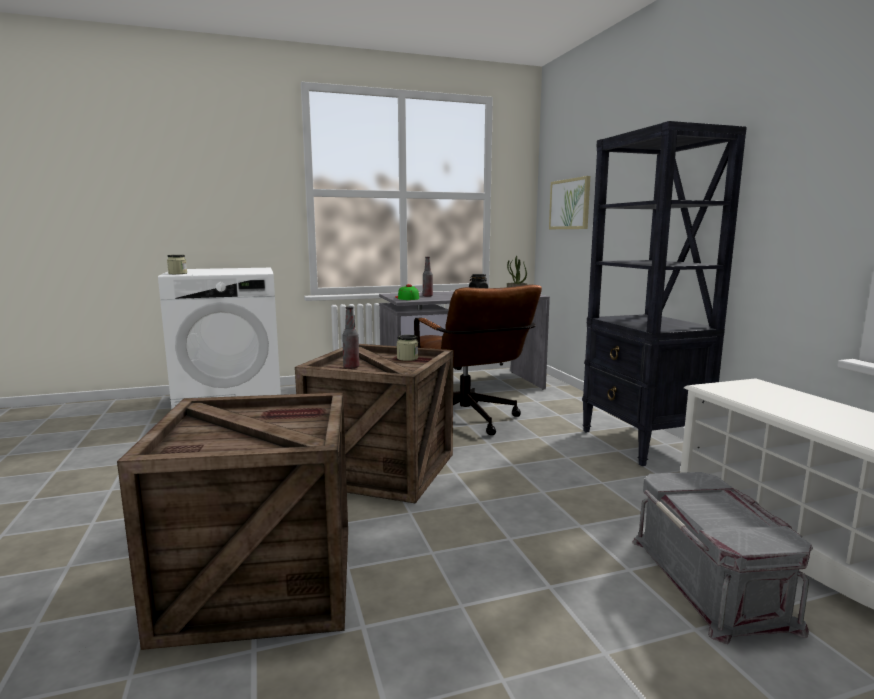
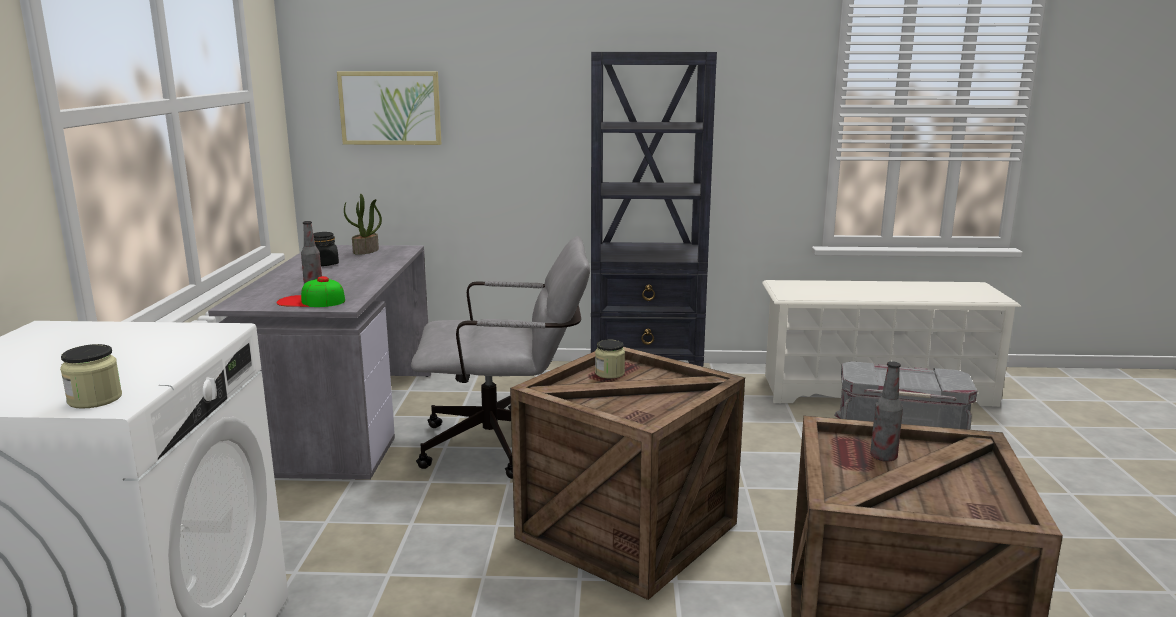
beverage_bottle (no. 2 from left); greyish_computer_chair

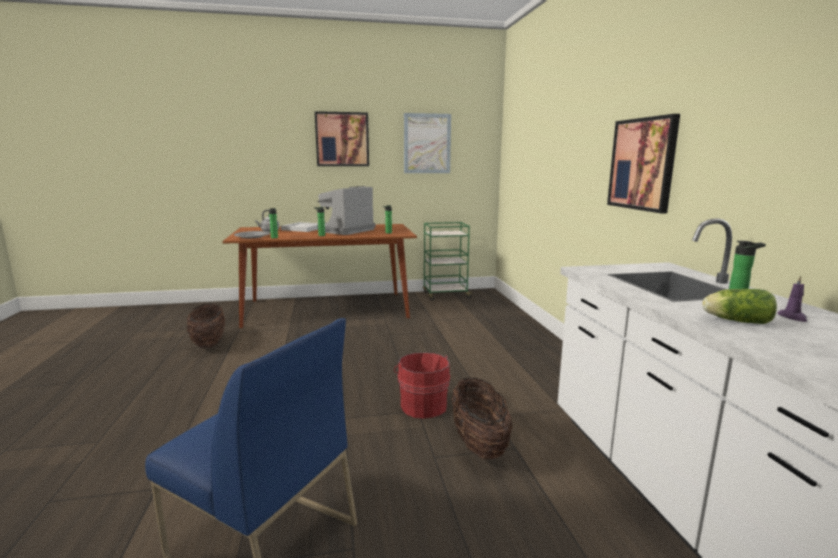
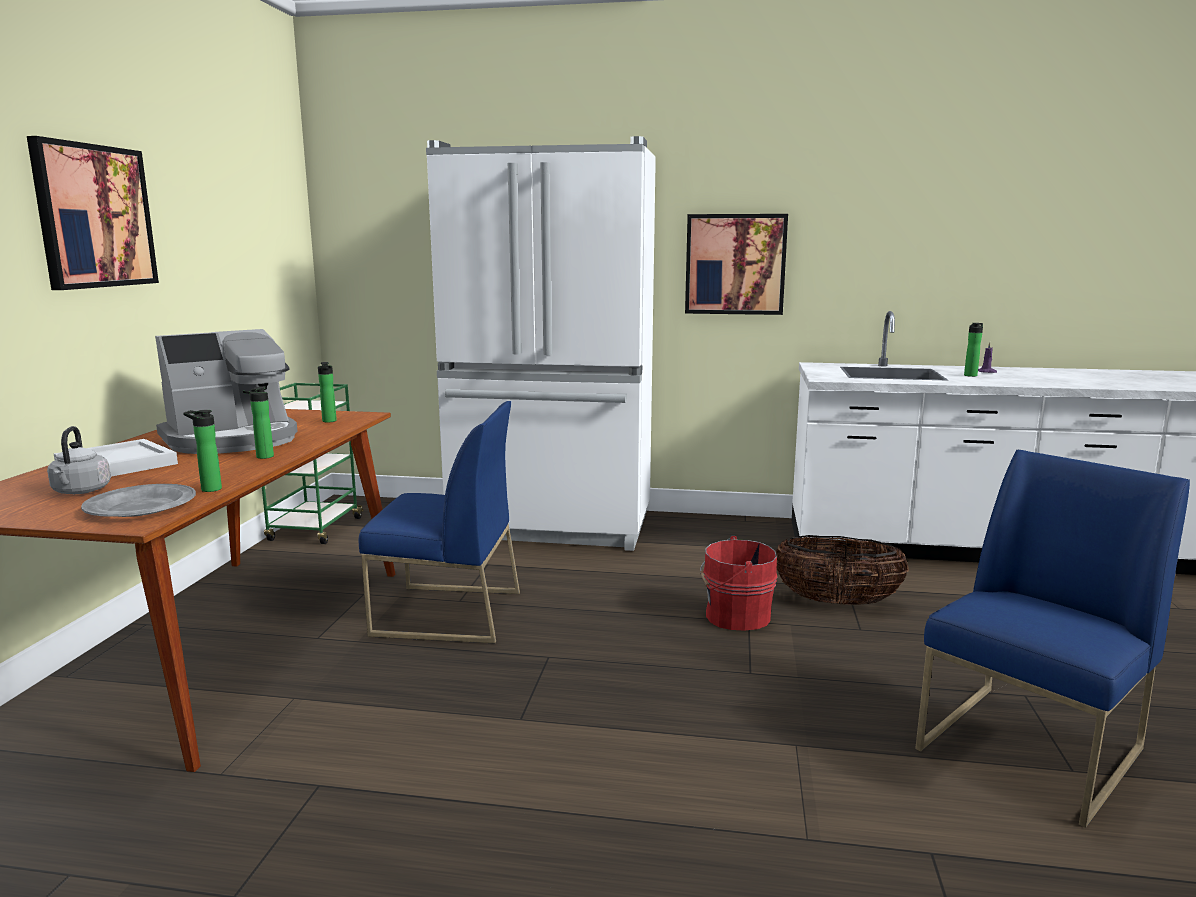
household_basket (no. 1 from left in the first image); picture (no. 2 from left in the first image); lettuce_head; blue_chair (no. 1 from left); white_refrigerator; coffee_brewer

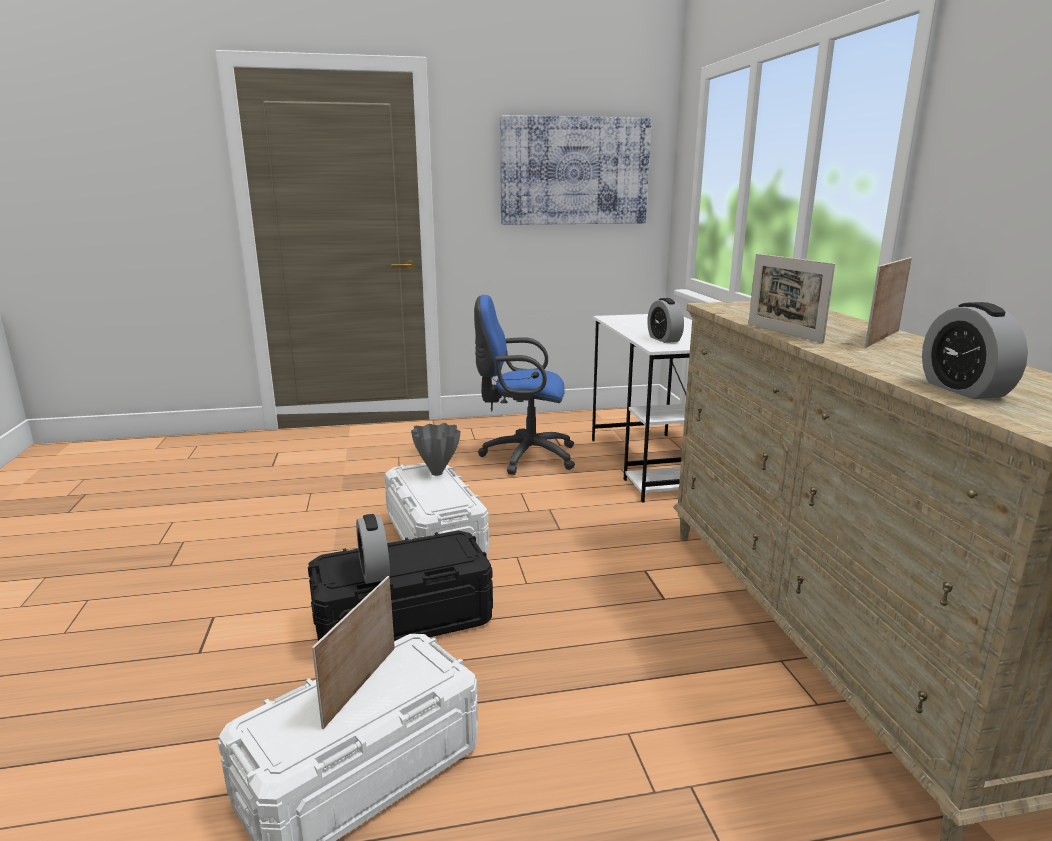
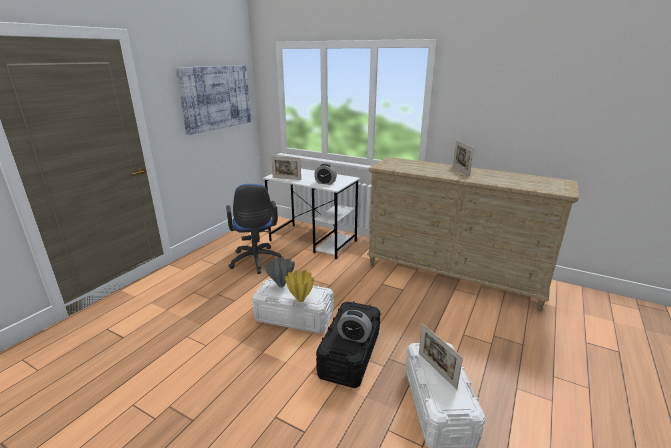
bedside_clock (no. 3 from left in the first image); yellow-coloured_vase; photo_frame (no. 1 from left); blue_computer_chair

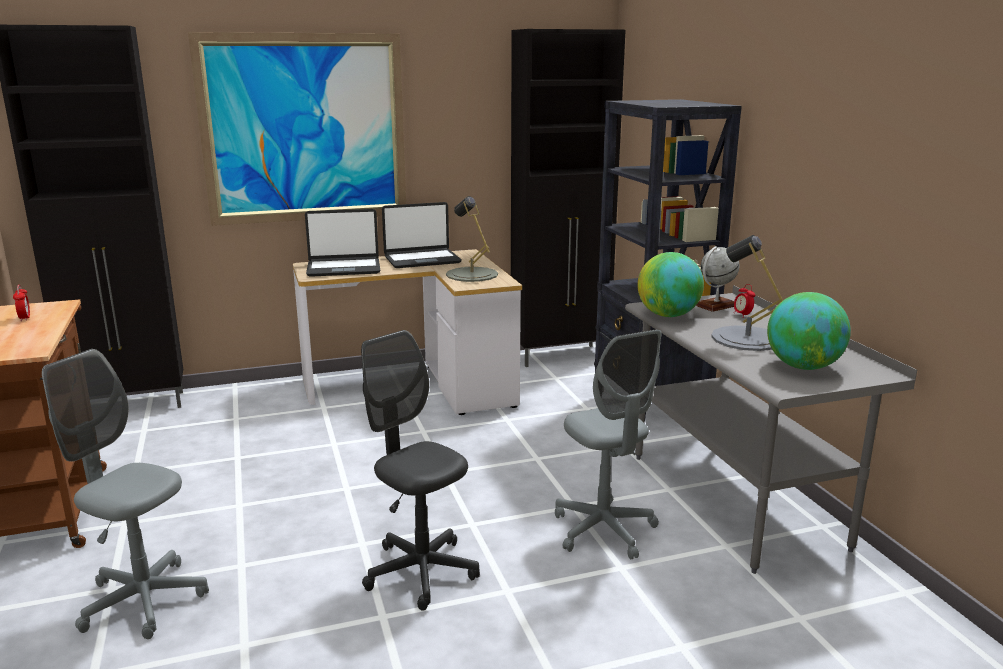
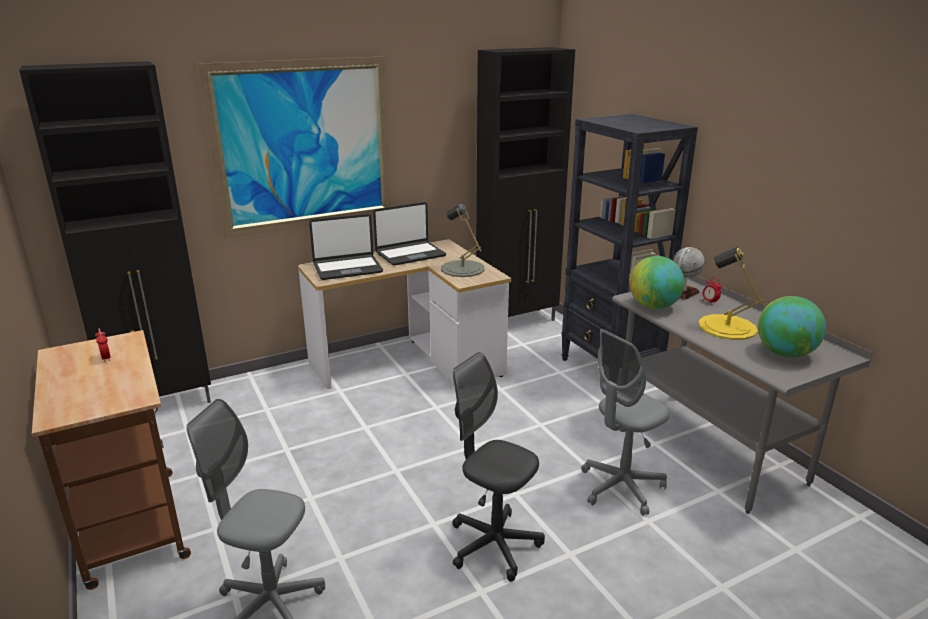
yellow-coloured_table_lamp; greyish_computer_chair (no. 3 from left)

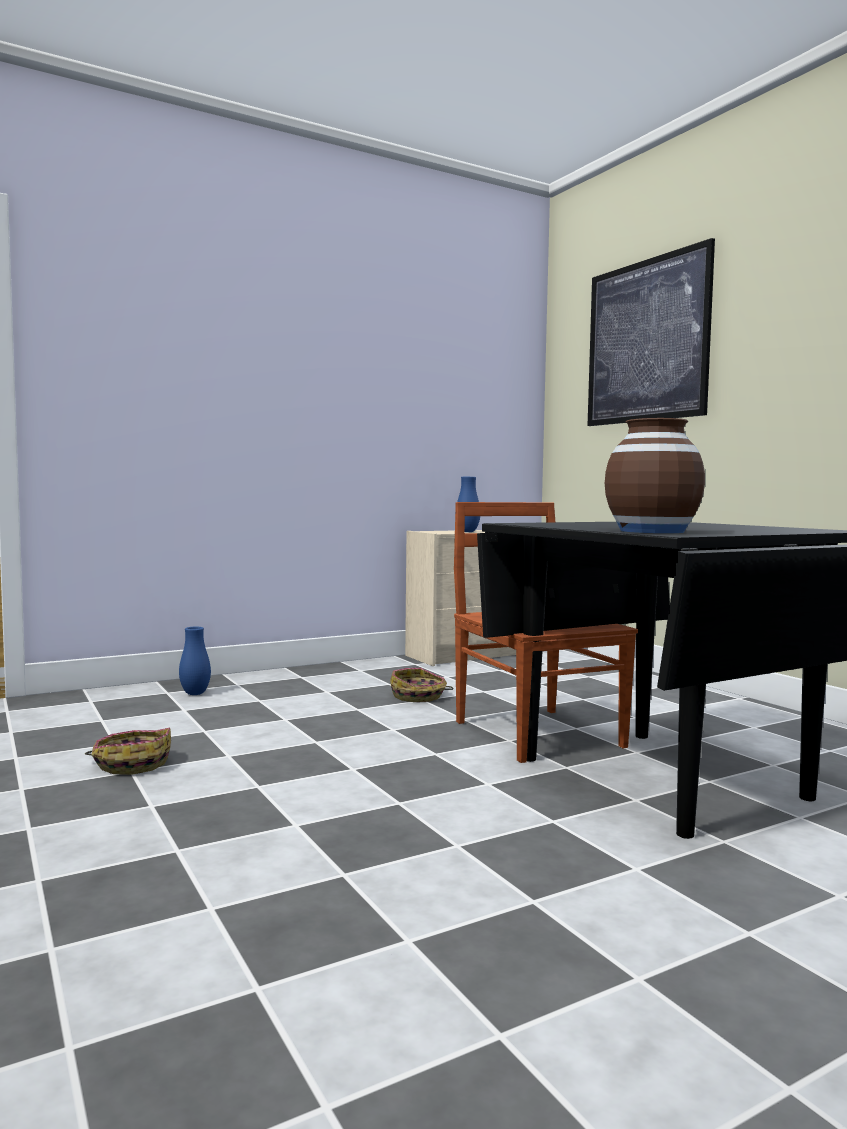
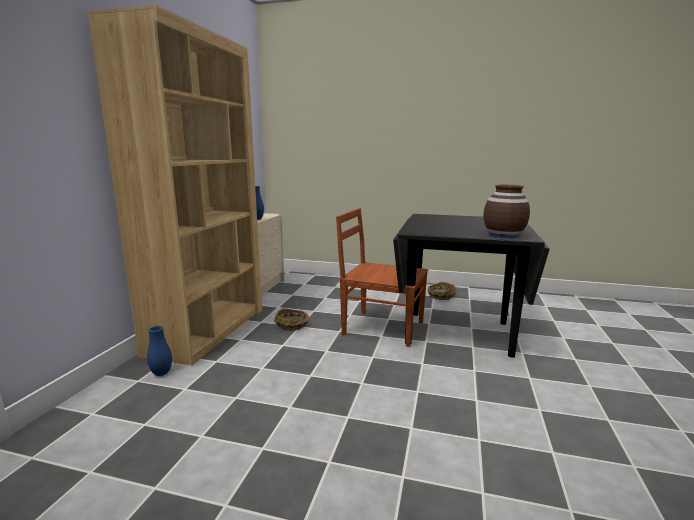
picture; brown_bookshelf; household_basket (no. 2 from left)

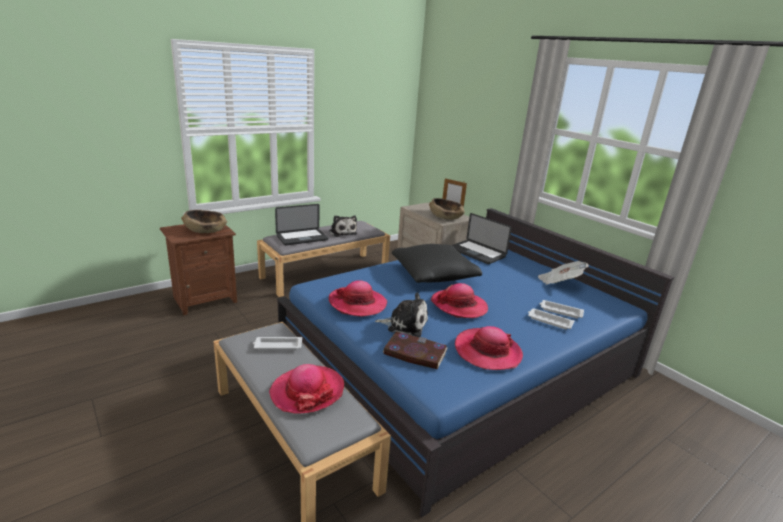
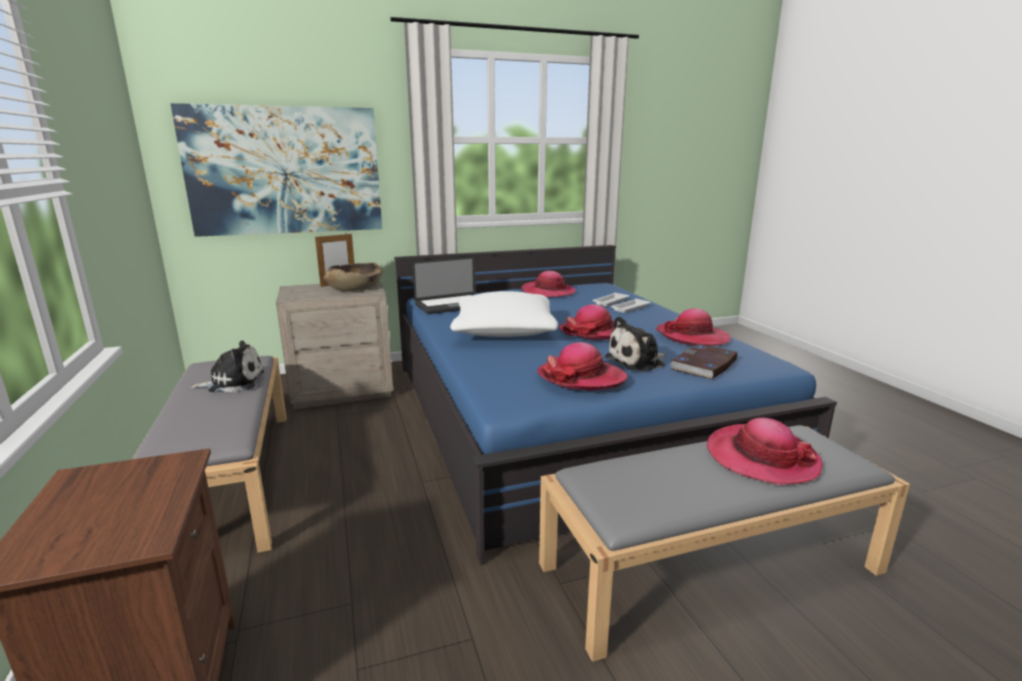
brown_bowl (no. 1 from left in the first image); white_serving_tray (no. 1 from left in the first image); laptop (no. 1 from left in the first image); picture; hat (no. 1 from left); white_cushion; soft_toy (no. 2 from left)

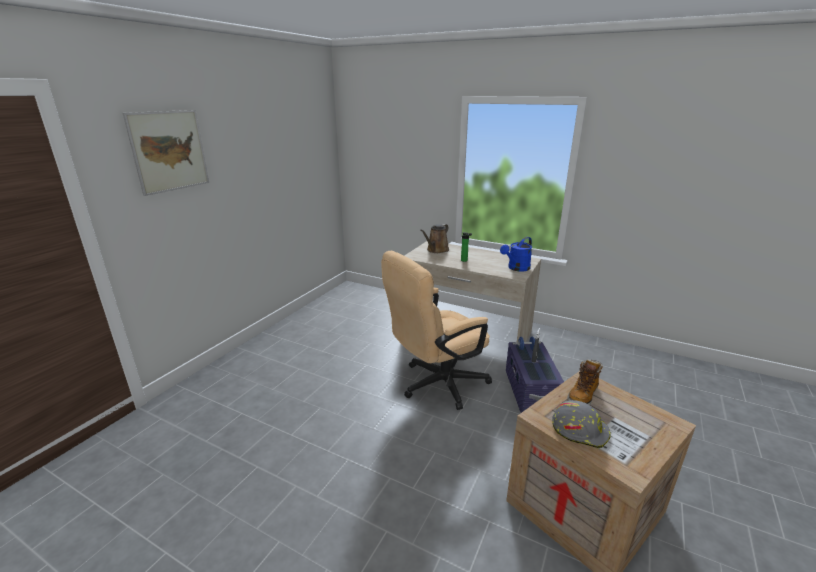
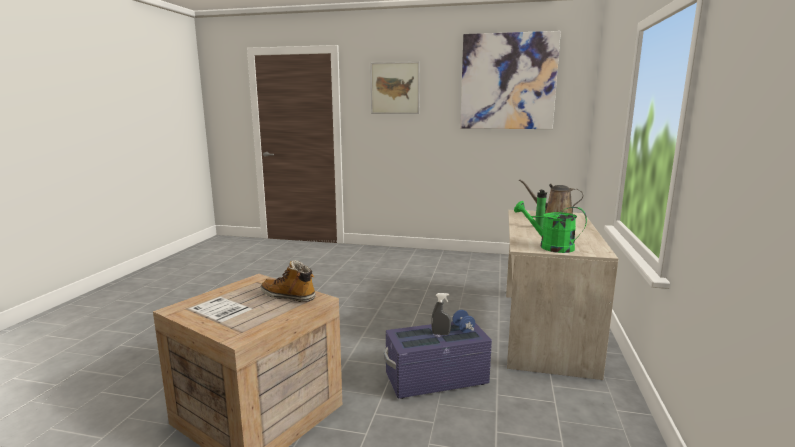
beige_computer_chair; greyish_hard_hat; picture (no. 2 from left); green-coloured_watering_can

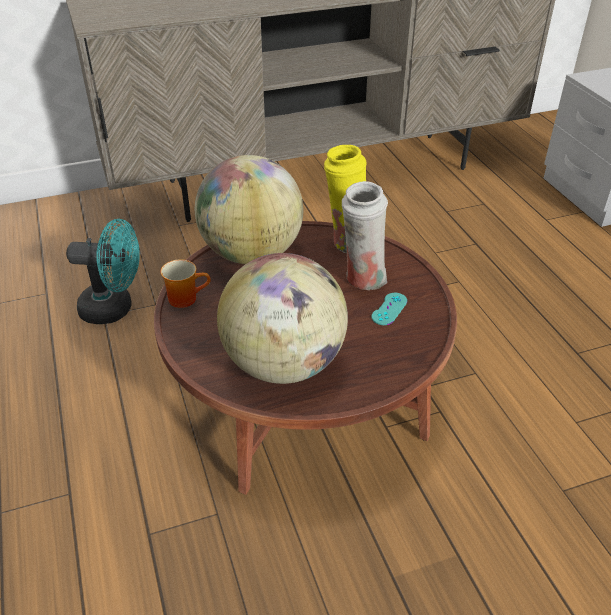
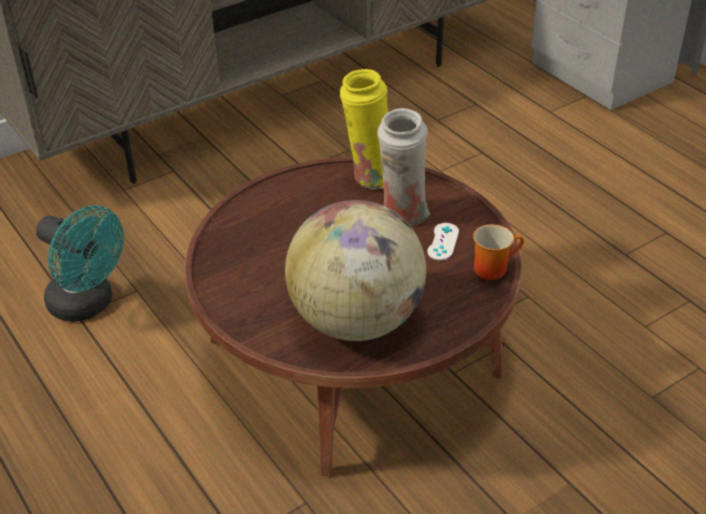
world_globe (no. 1 from left in the first image); tea_mug; white_joypad; turquoise_electric_fan

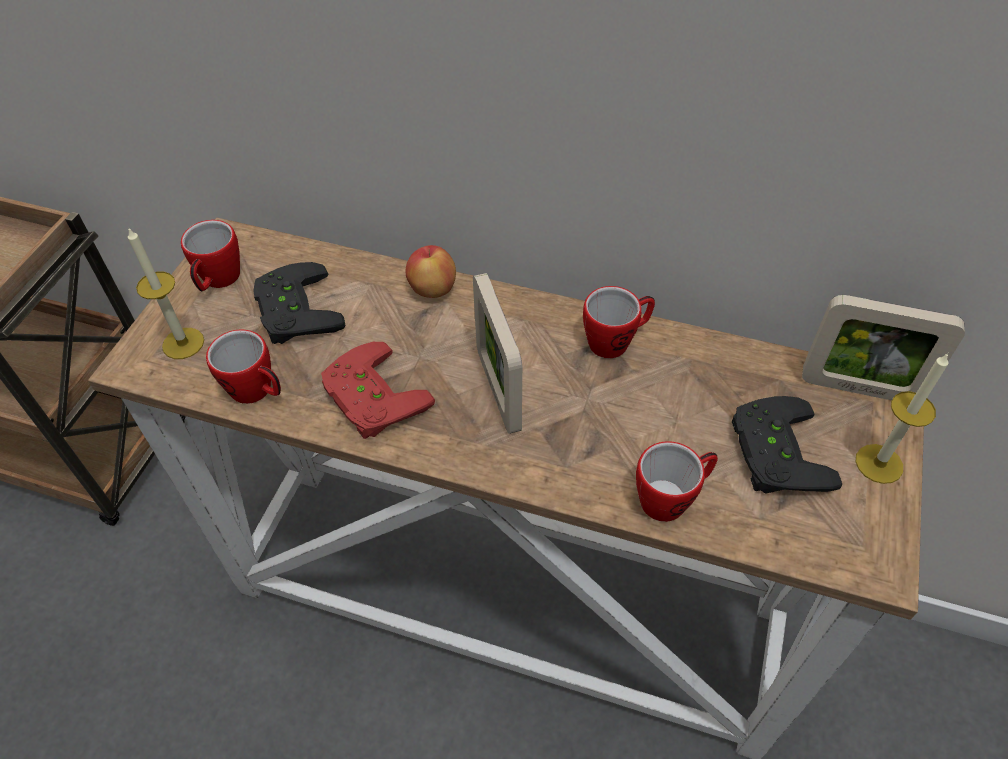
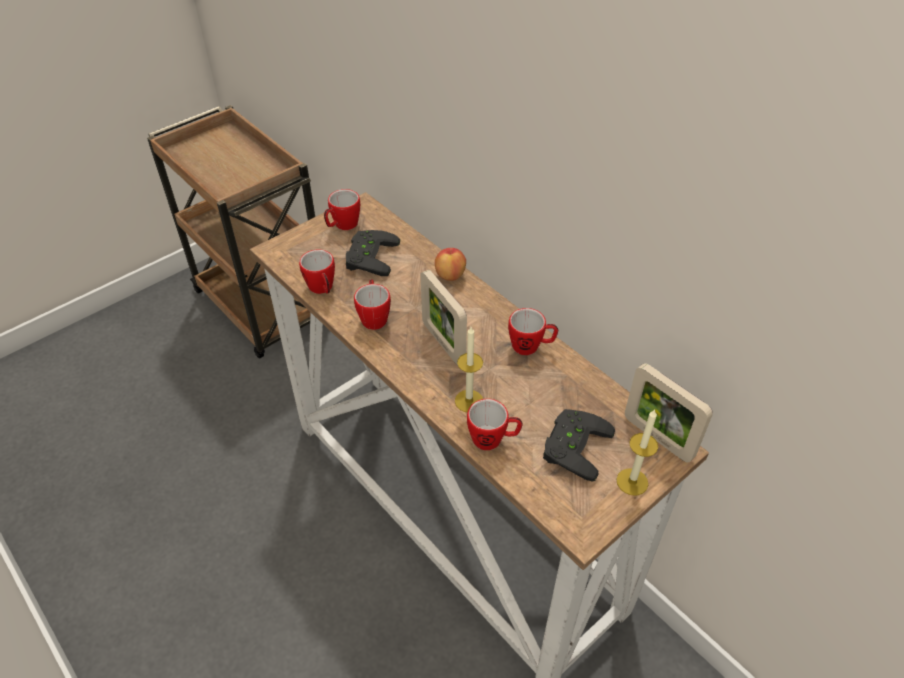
wax_candle (no. 1 from left); tea_mug (no. 3 from left); photo_frame (no. 1 from left)

